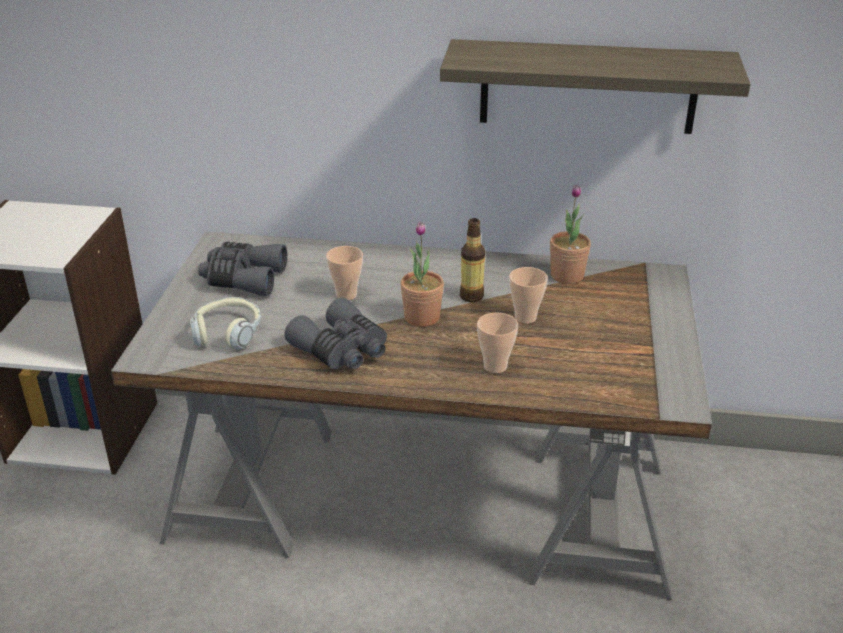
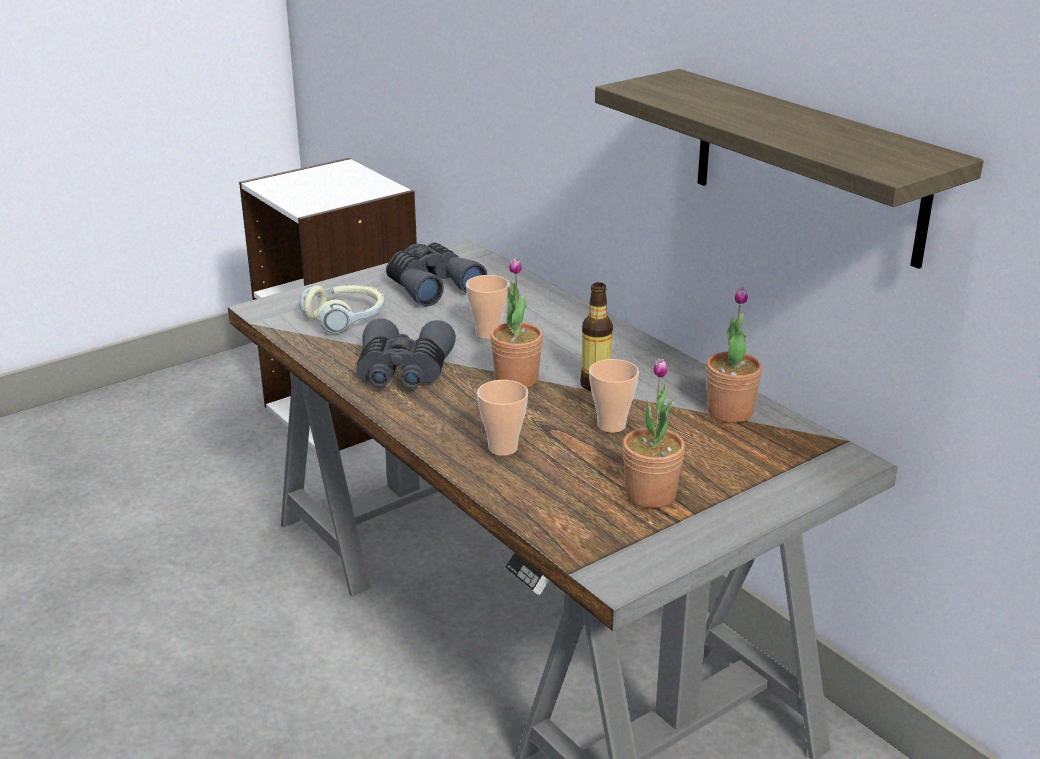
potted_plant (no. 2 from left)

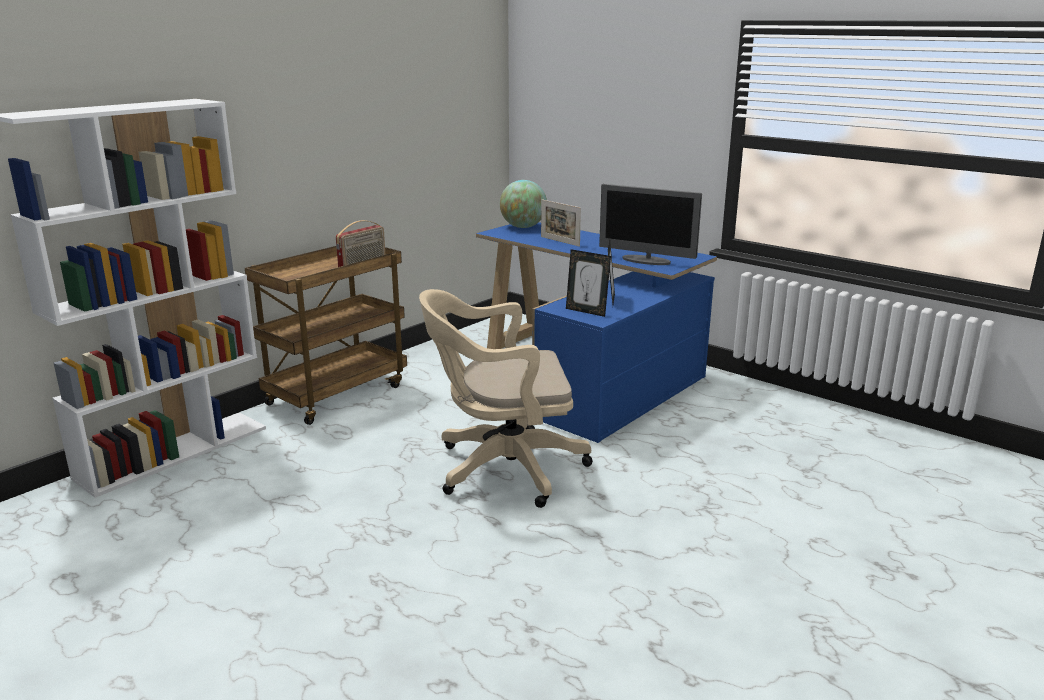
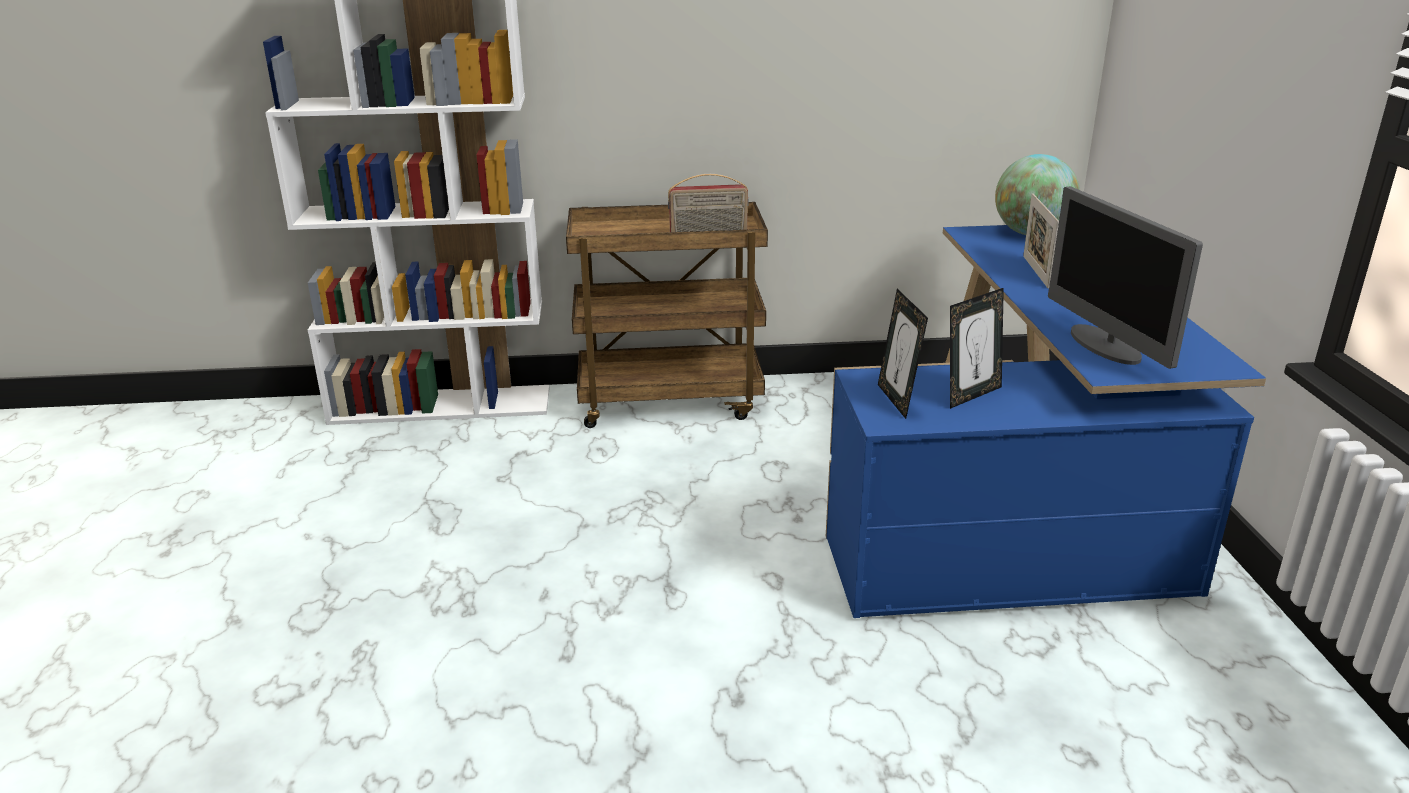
beige_computer_chair

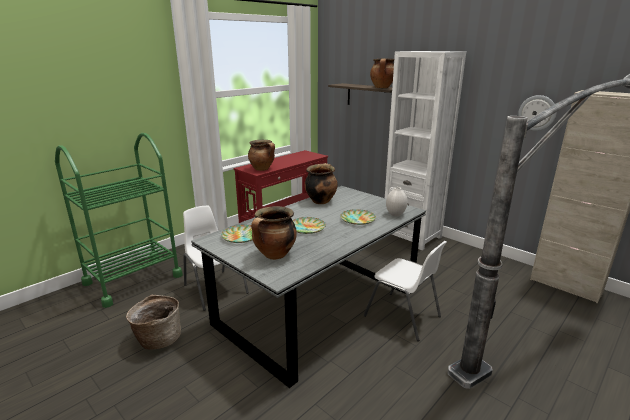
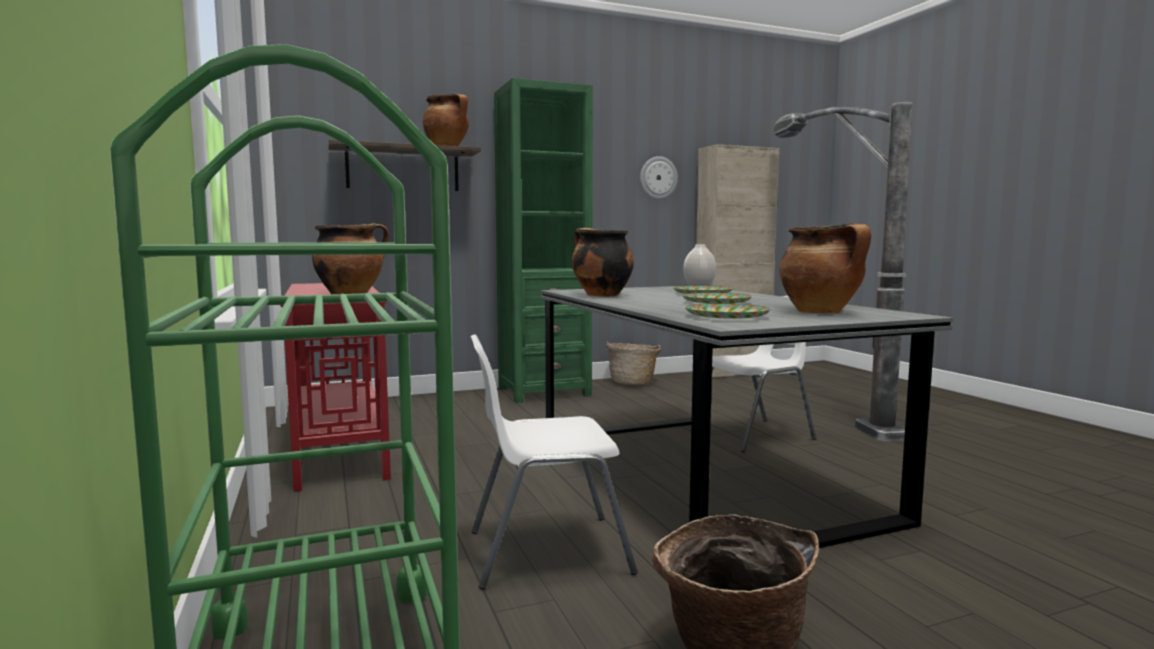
household_basket (no. 1 from left); green-coloured_bookshelf

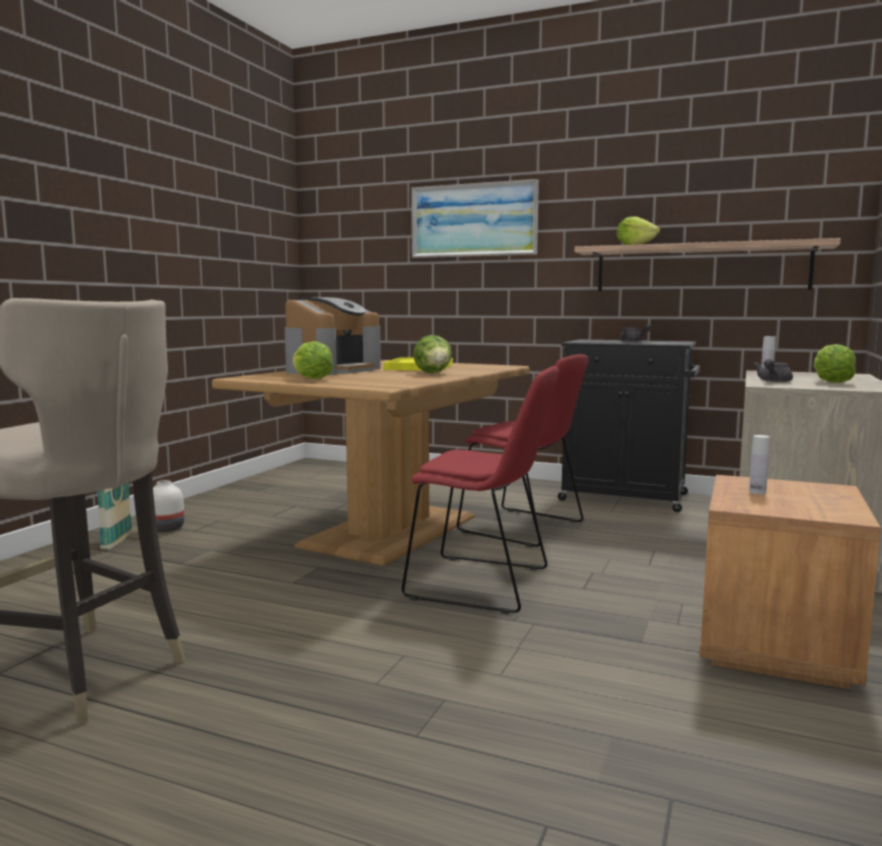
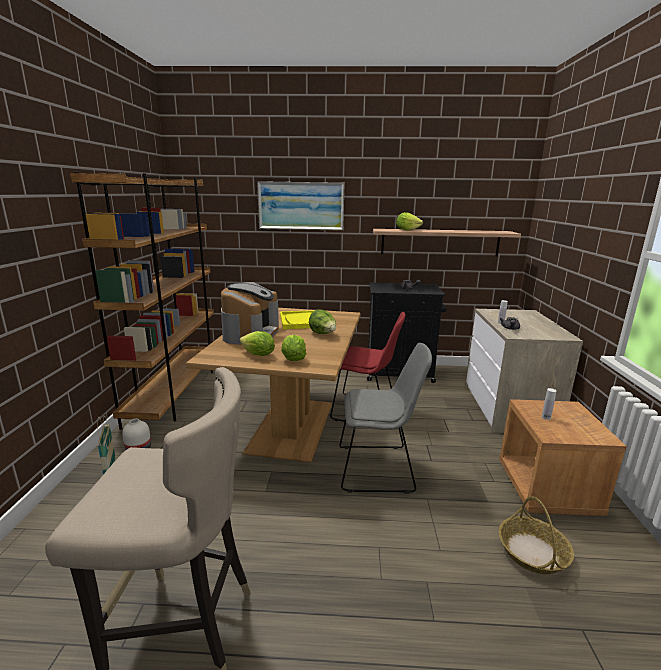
brown_bookshelf; household_basket (no. 2 from left); lettuce_head (no. 2 from left); greyish_chair

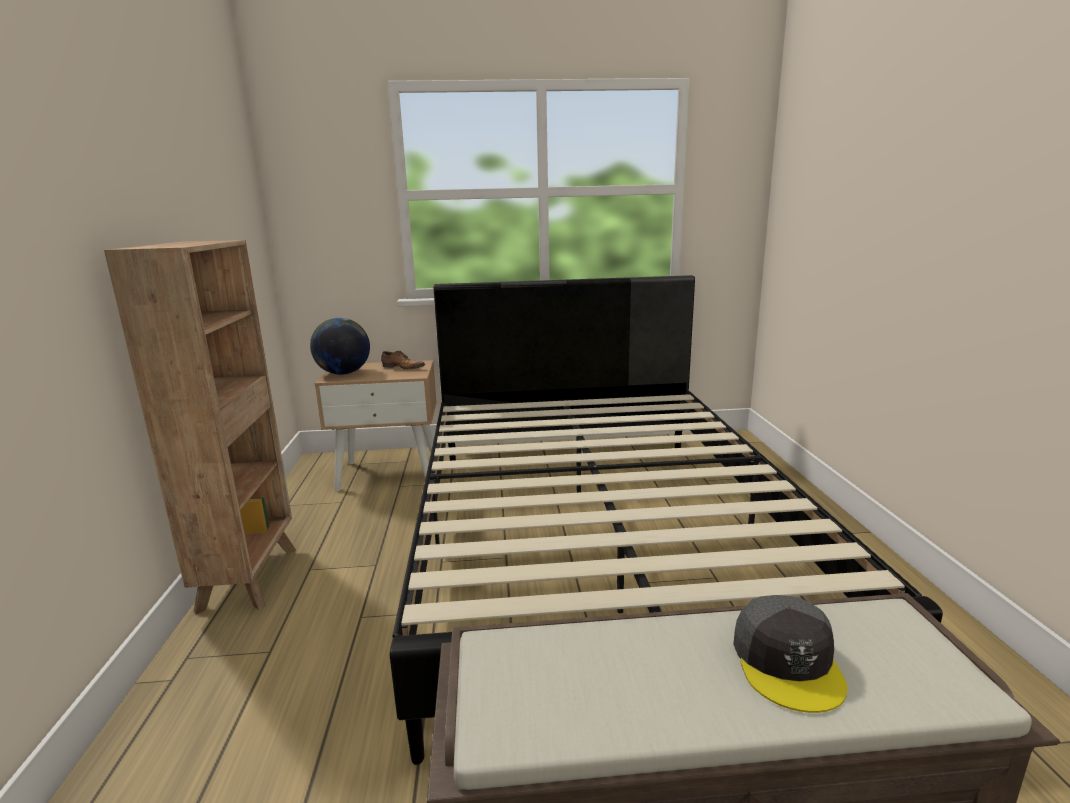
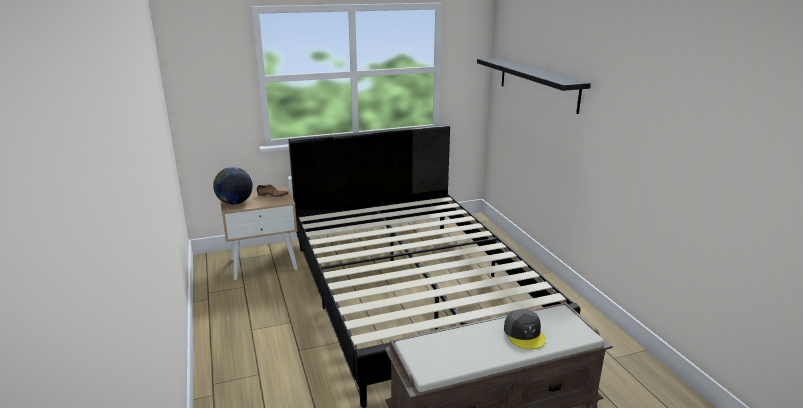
brown_bookshelf; black_shelf

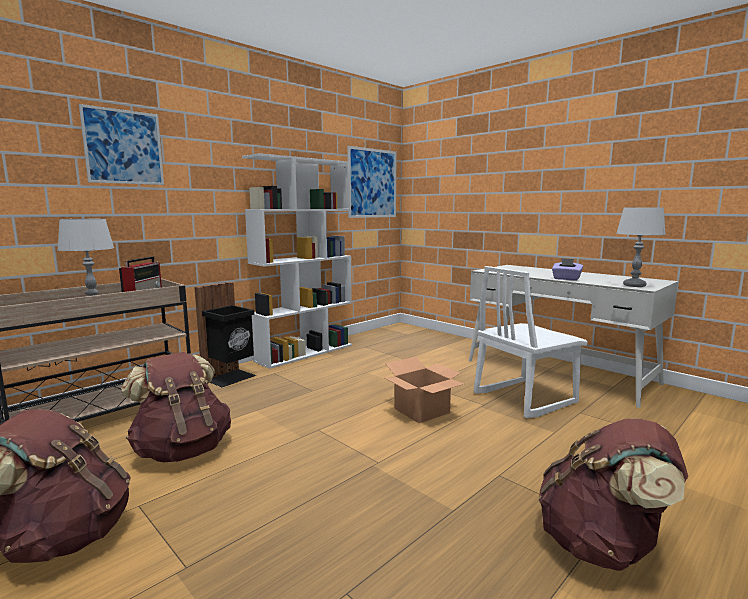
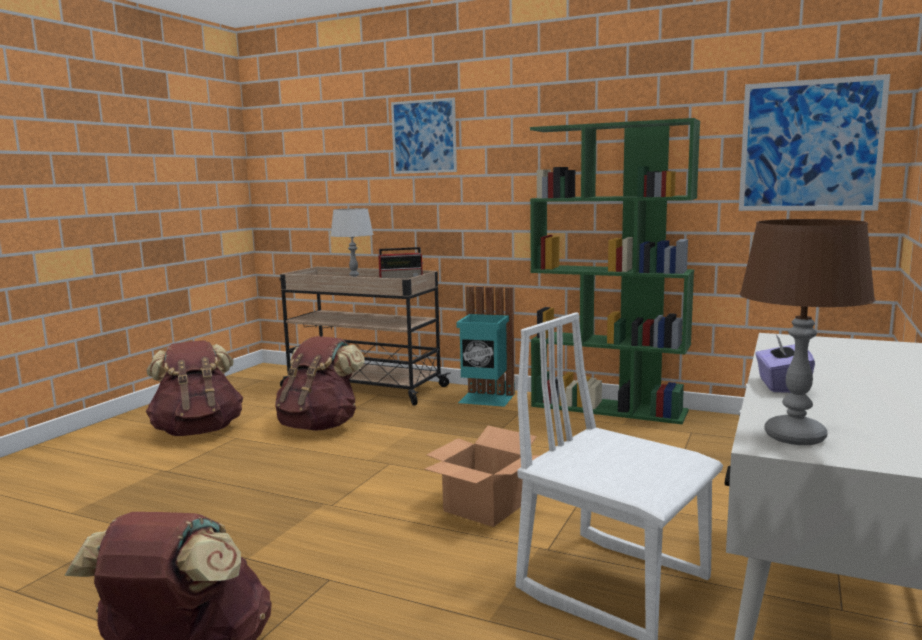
turquoise_rubbish_bin; green-coloured_bookshelf; brown_table_lamp

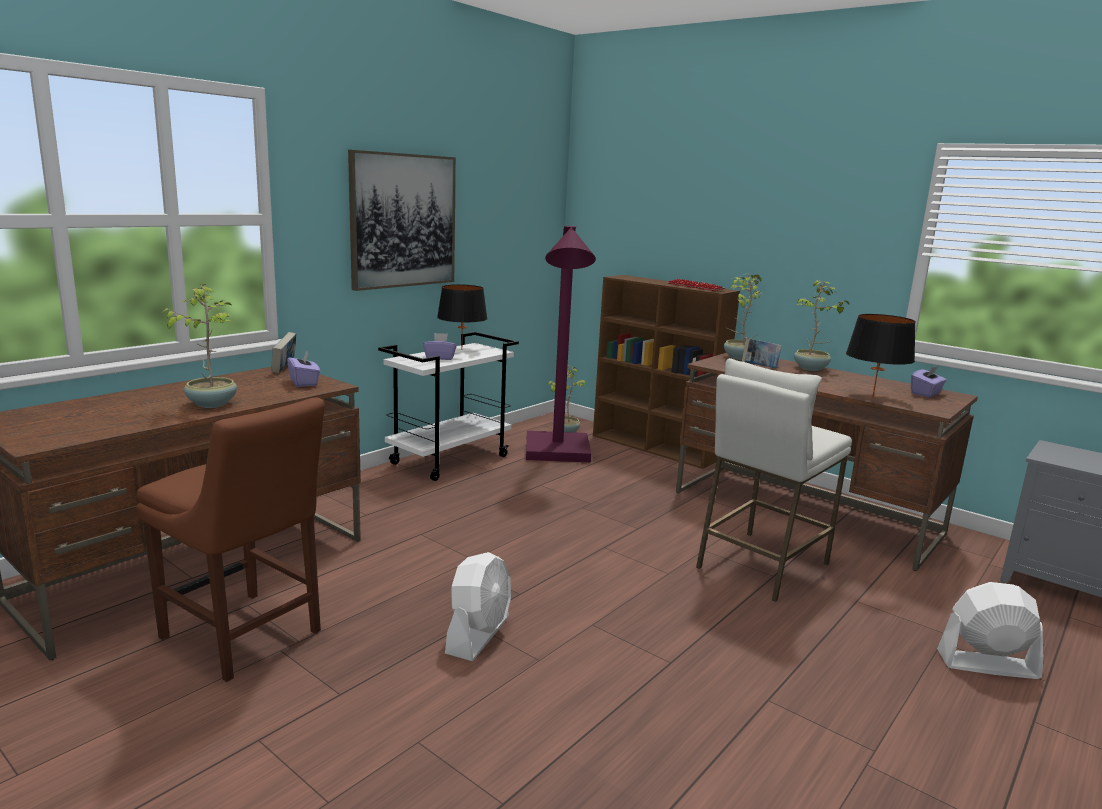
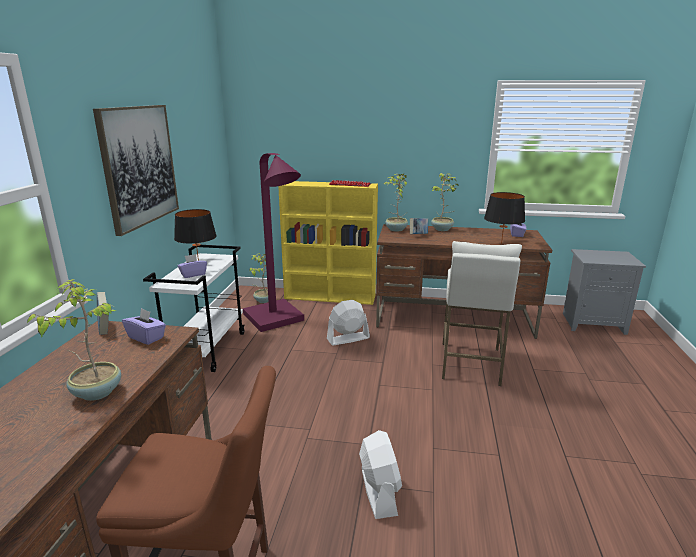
white_electric_fan (no. 1 from left); yellow-coloured_bookshelf

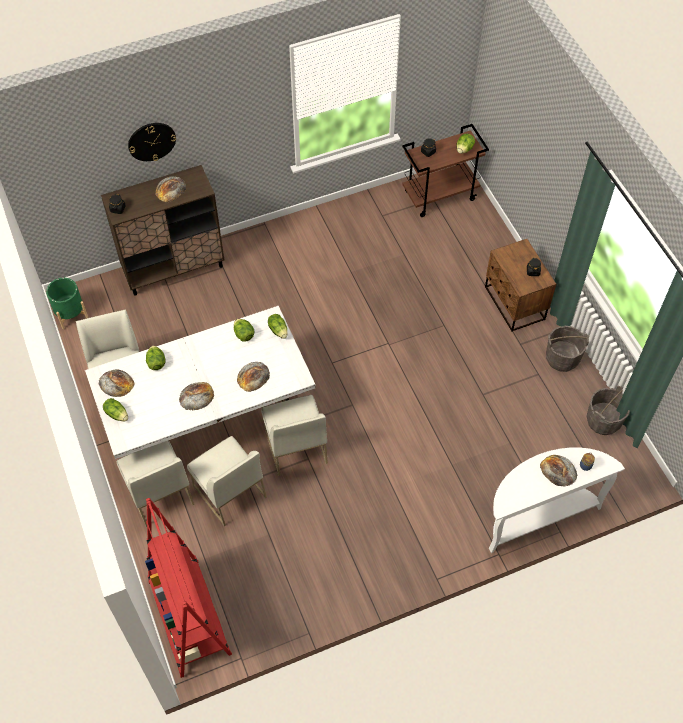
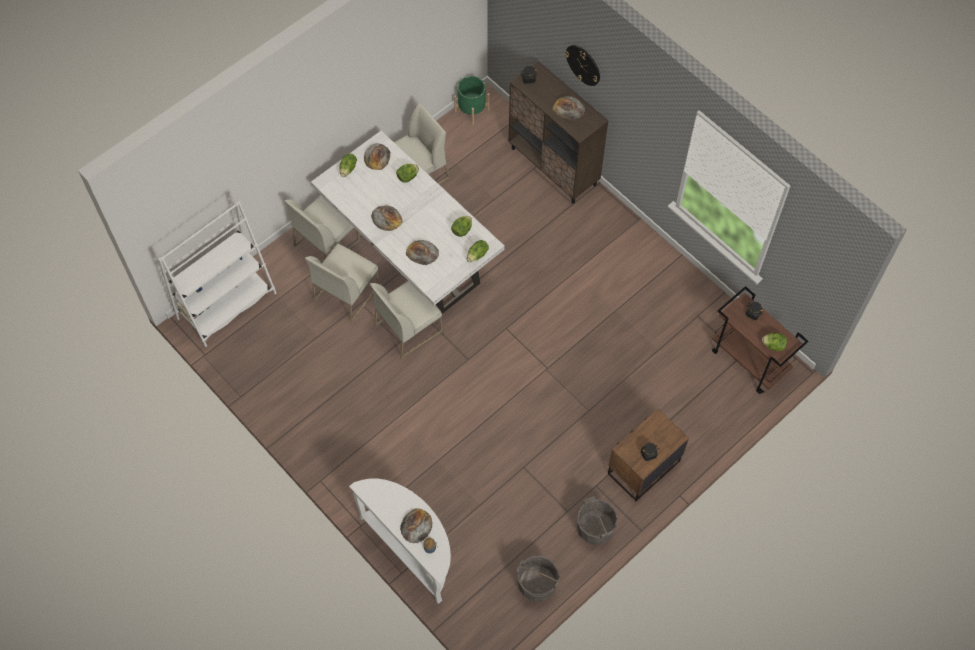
white_bookshelf

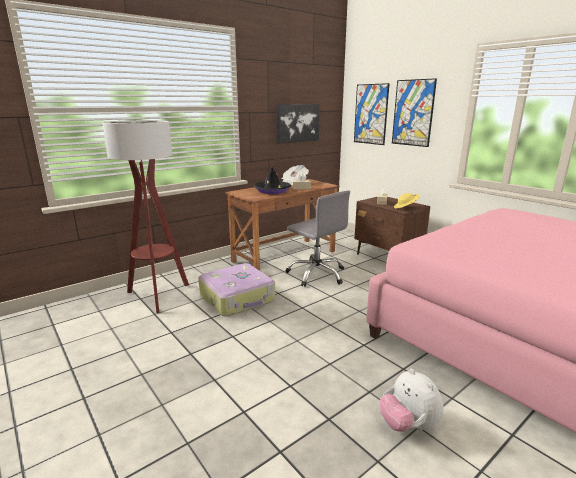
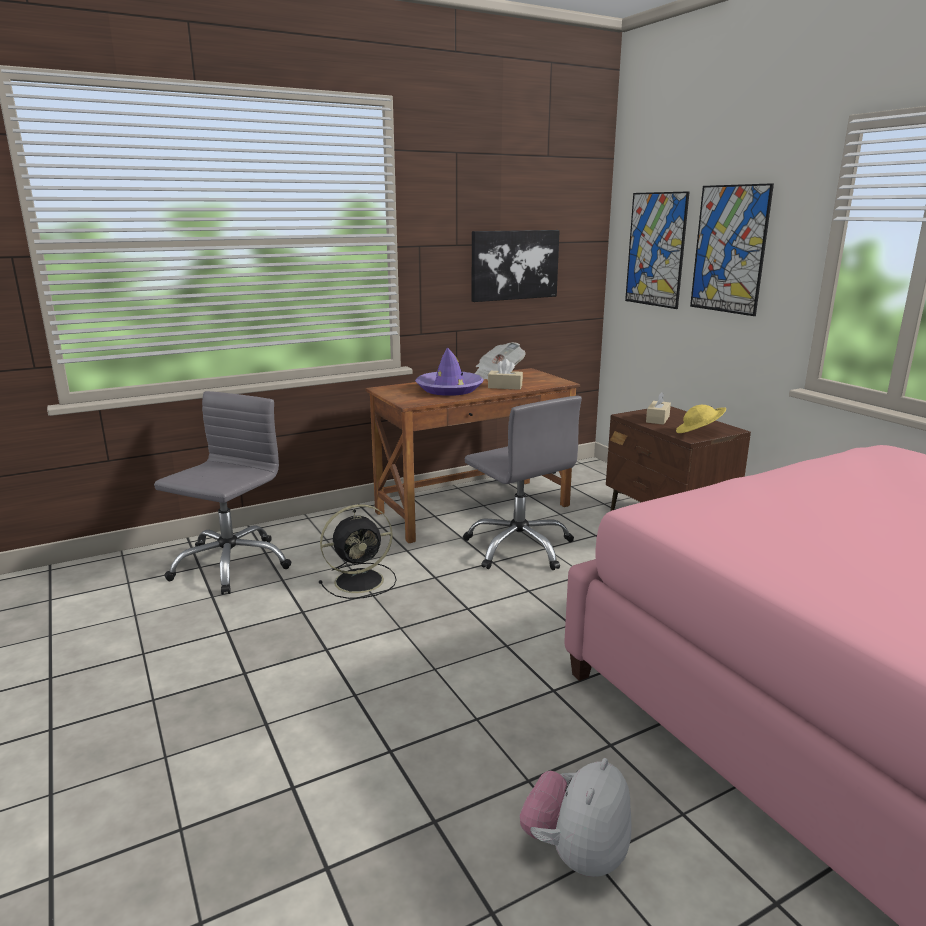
greyish_computer_chair (no. 1 from left); black_electric_fan; purple-coloured_hat; soft_toy

